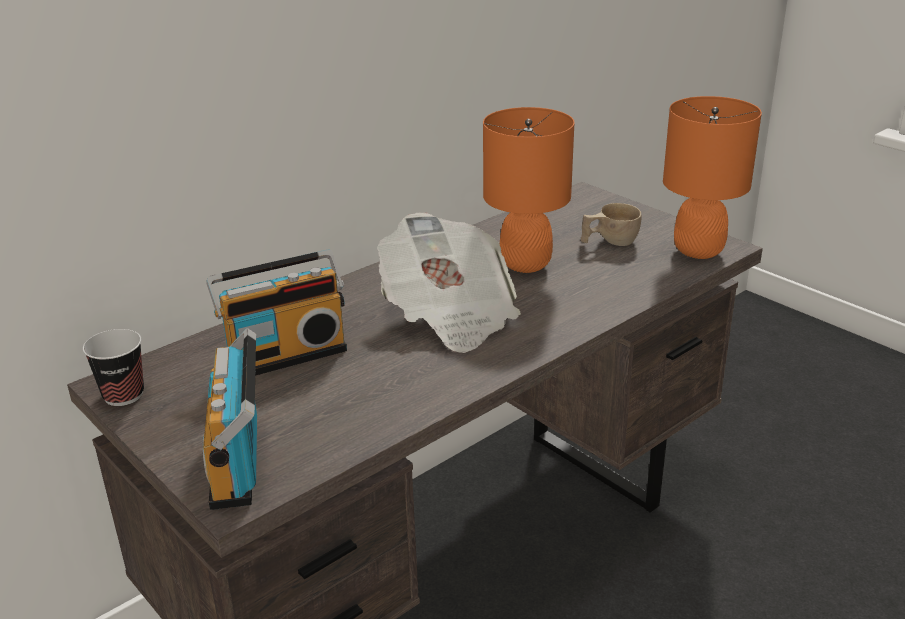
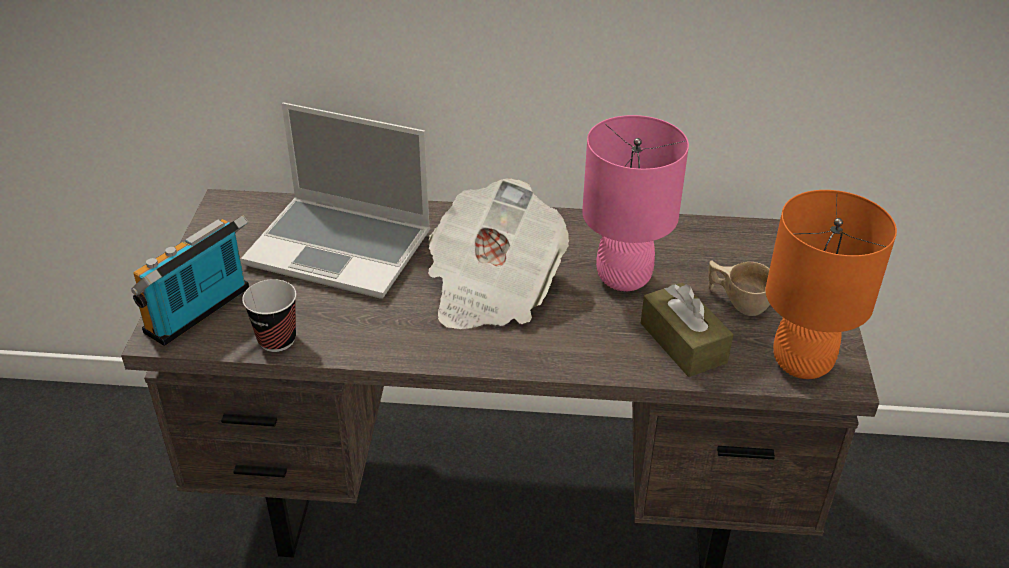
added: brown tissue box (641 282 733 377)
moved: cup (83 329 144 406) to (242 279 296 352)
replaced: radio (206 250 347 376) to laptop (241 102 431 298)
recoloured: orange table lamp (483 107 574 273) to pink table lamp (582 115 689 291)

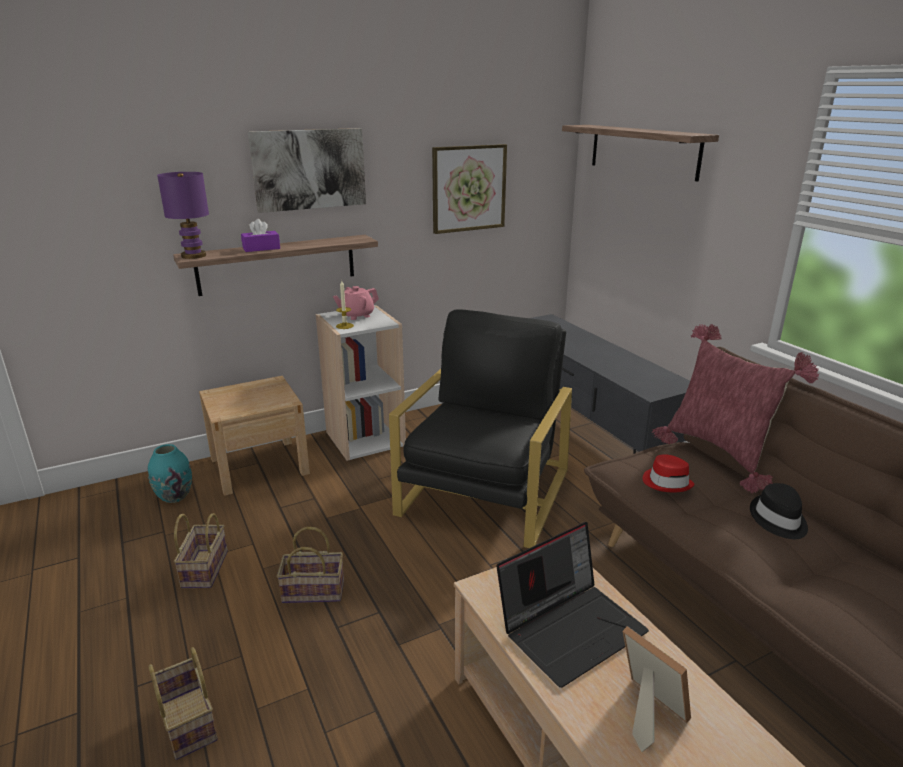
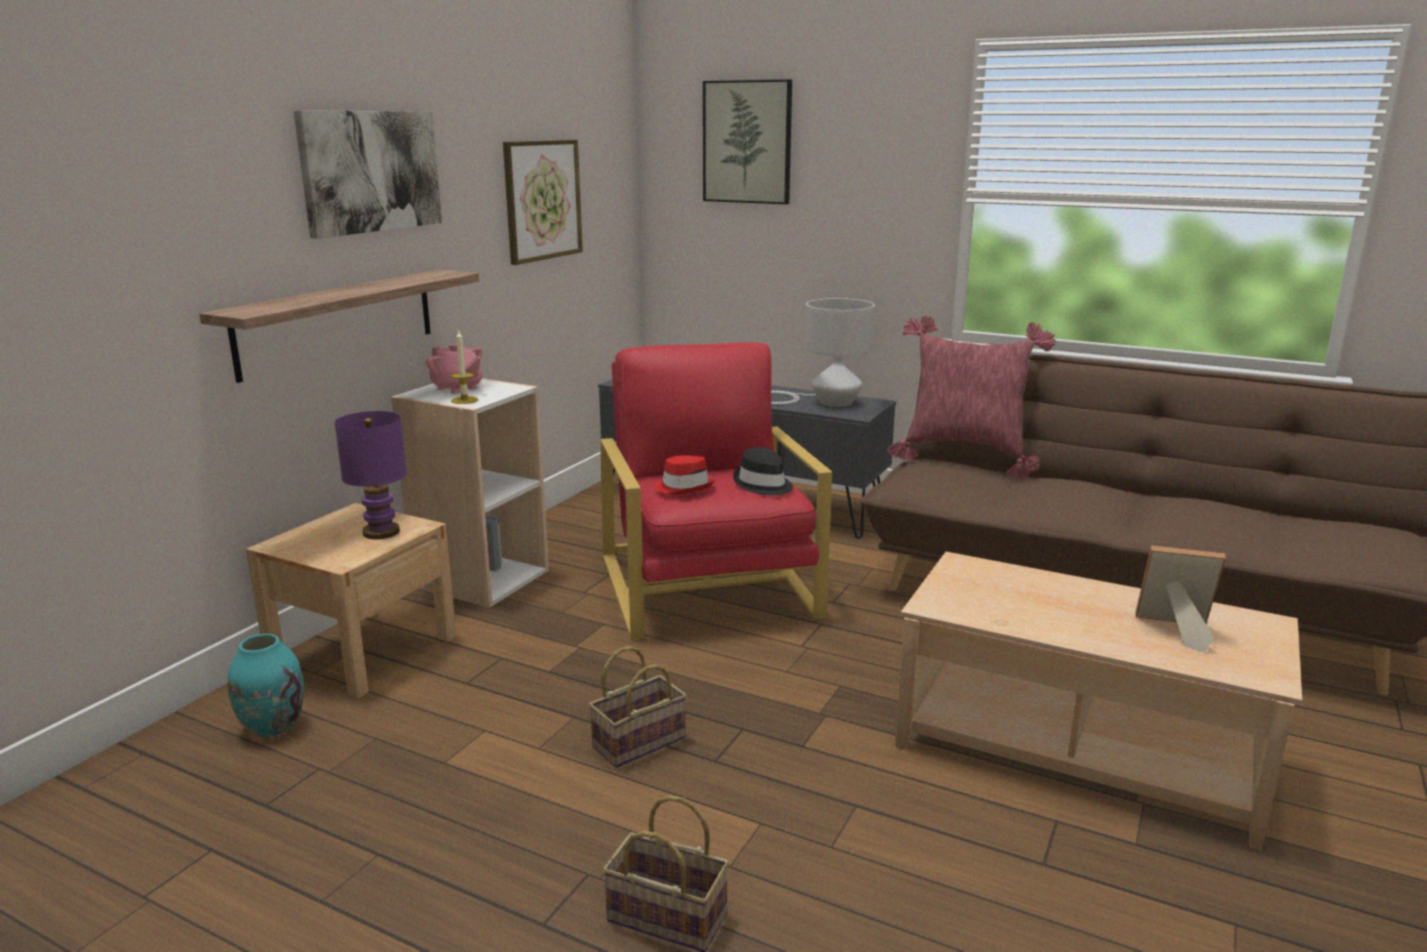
removed: basket (174 513 228 588); purple tissue box (241 219 280 252); laptop (497 522 649 688)
added: grey table lamp (771 298 875 407)
moved: purple table lamp (157 172 209 259) to (334 411 407 539); red hat (643 455 695 492) to (655 455 715 494); black hat (750 483 808 539) to (733 447 793 495)
replaced: shelf (562 125 719 182) to picture (703 79 792 204)
recoloured: black armchair (389 309 572 548) to red armchair (600 343 832 641)
turned: pink teapot (333 286 379 320) = (426 343 483 394) 75 degrees counterclockwise

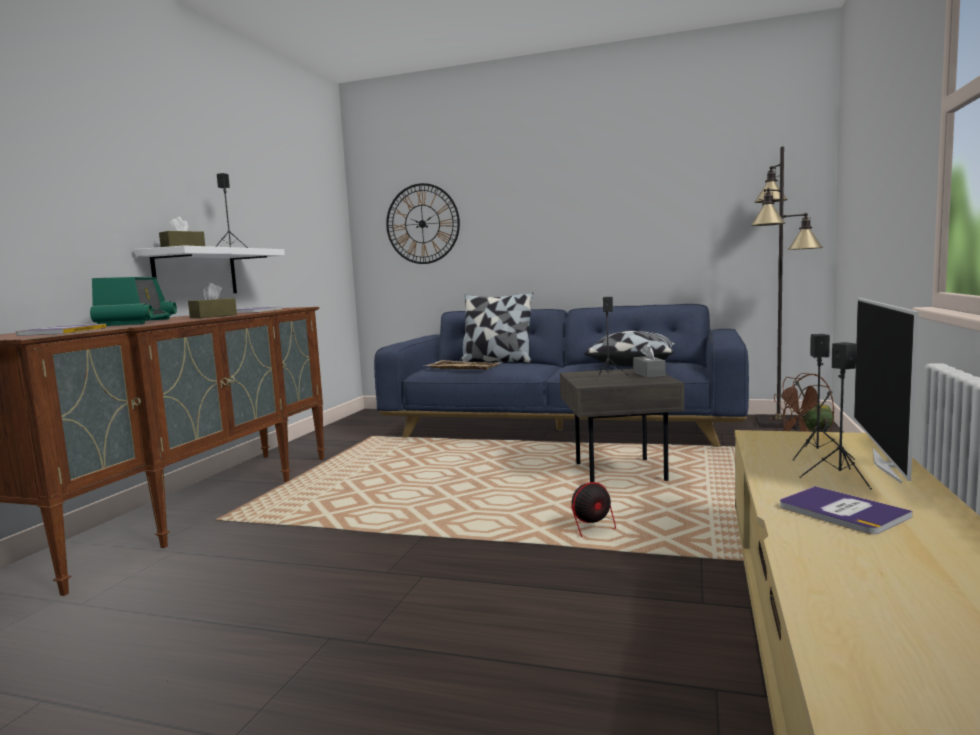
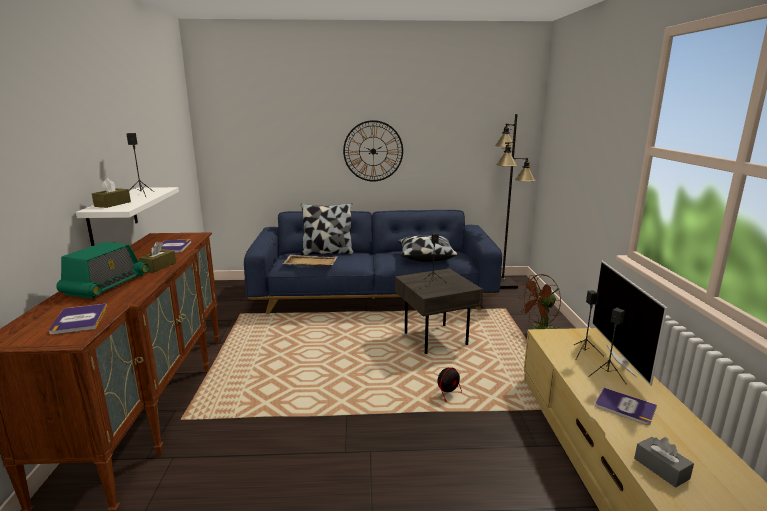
moved: wall clock (386 183 460 264) to (343 120 403 182); grey tissue box (633 344 666 378) to (634 437 694 488)
turned: radio (90 277 177 326) = (56 242 149 299) 45 degrees clockwise

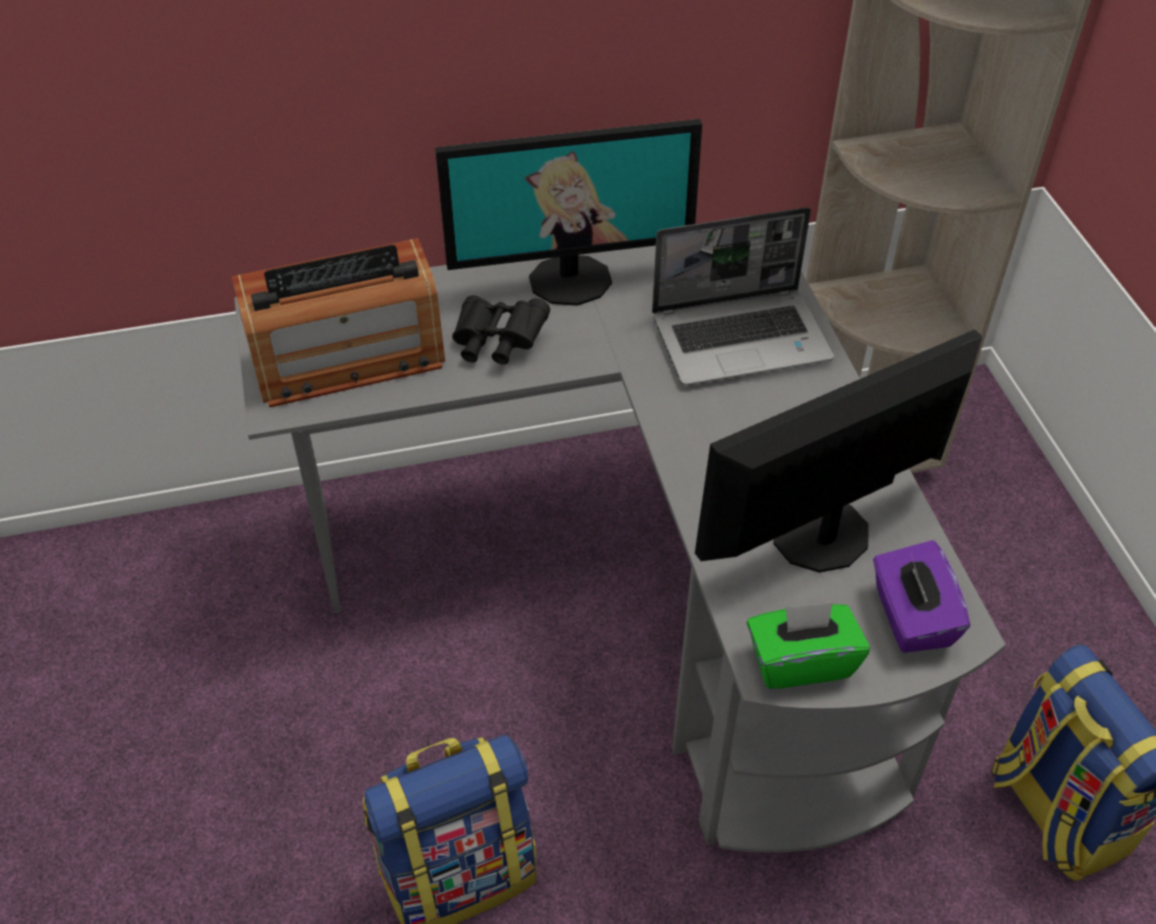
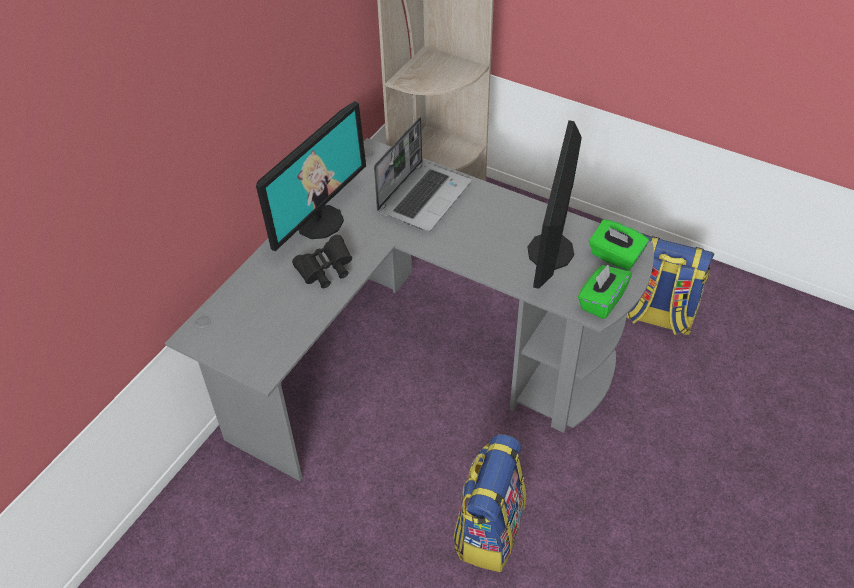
removed: radio (231 238 445 407)
recoloured: purple tissue box (873 540 970 653) to green tissue box (589 219 649 271)

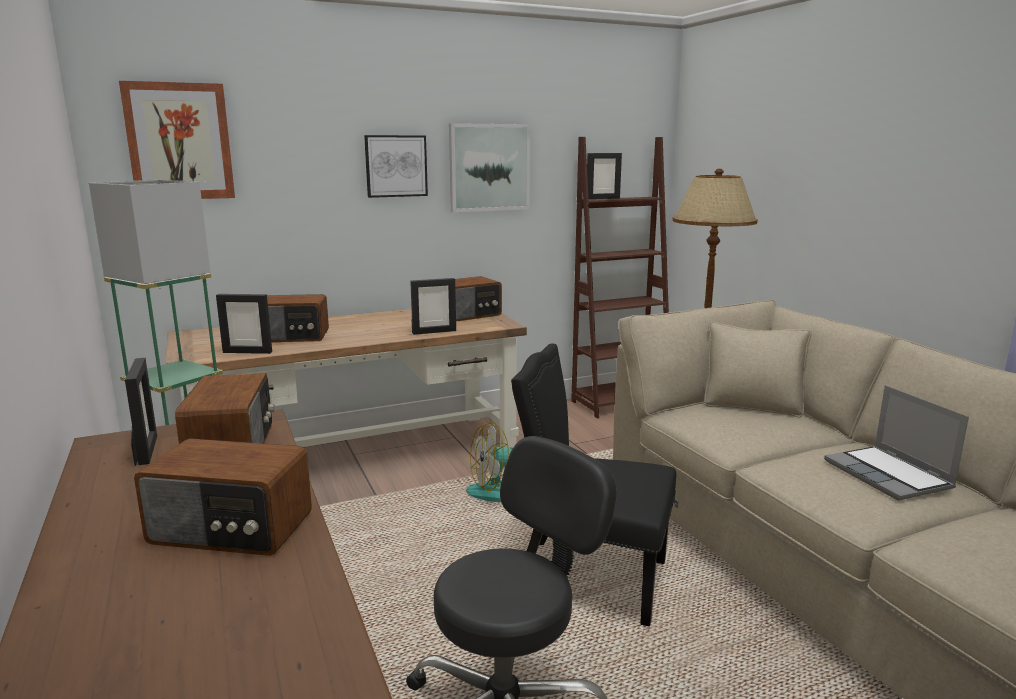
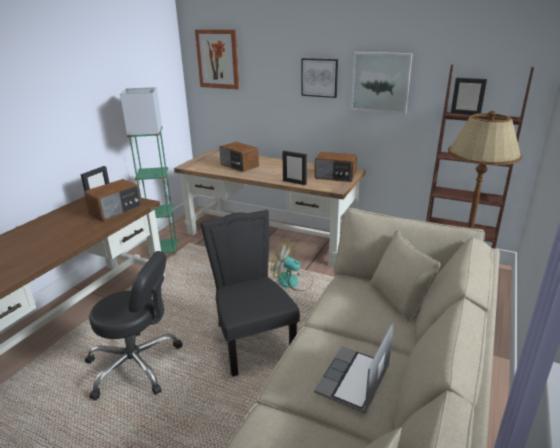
removed: radio (134 438 312 556); picture frame (216 294 272 354)

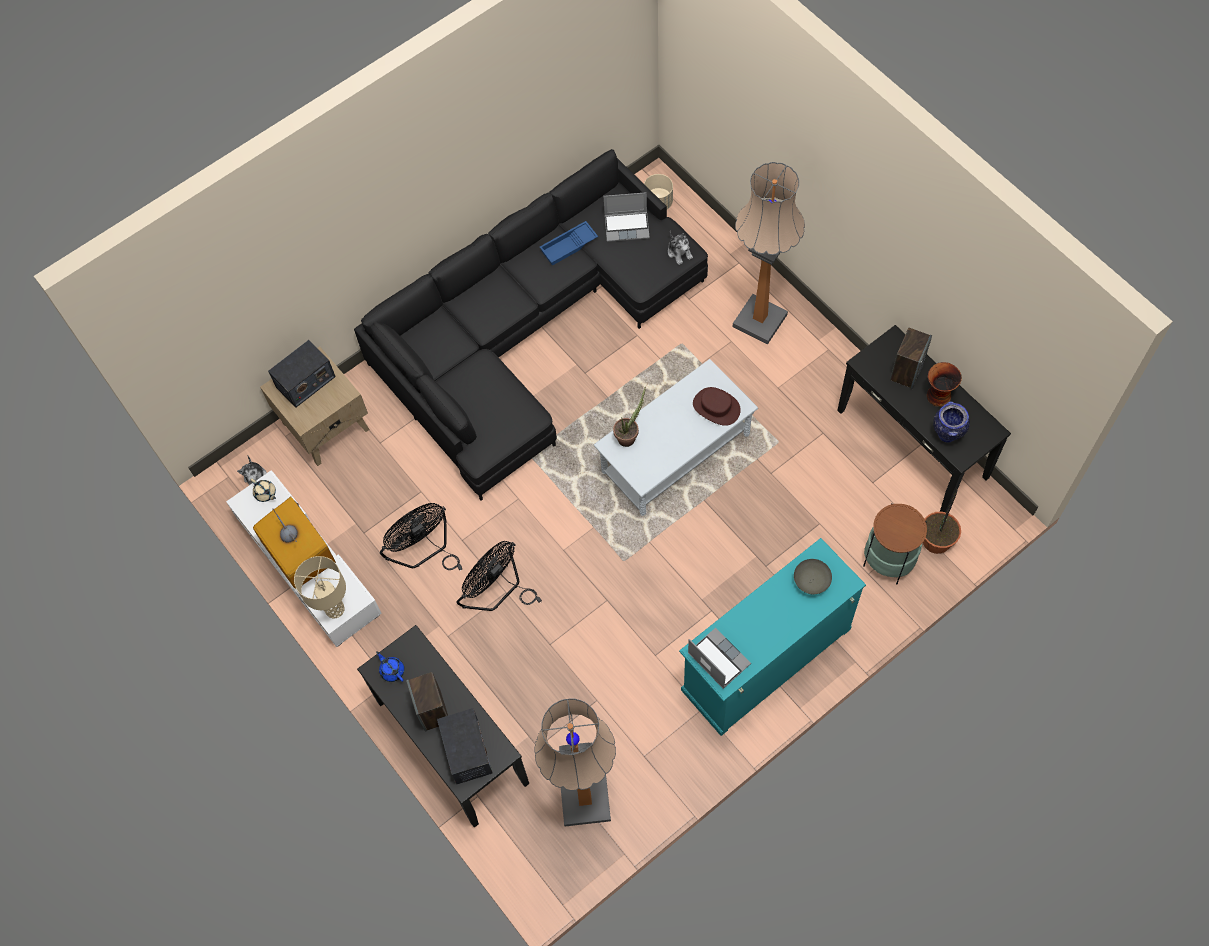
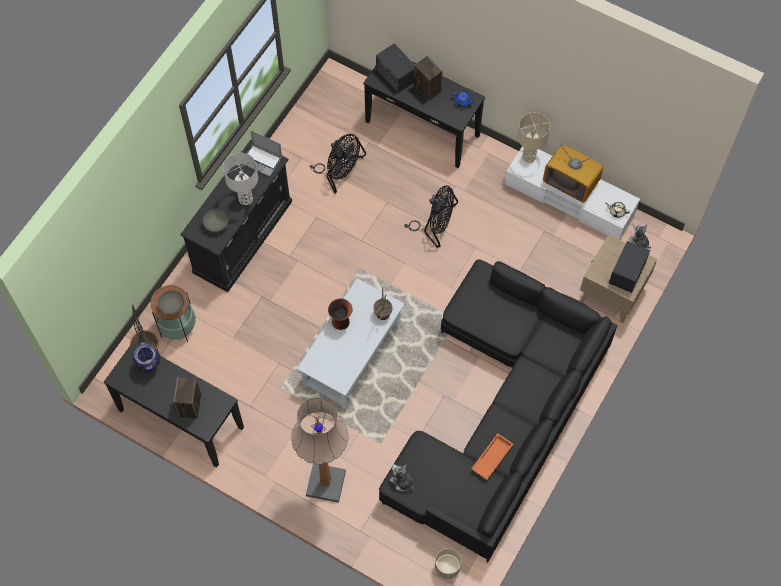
removed: floor lamp (534 698 616 826); laptop (604 192 650 242); brown hat (693 387 741 426)
added: grey bowl (158 291 184 314); white table lamp (223 153 258 205)
moved: black fan (380 503 462 571) to (309 134 366 194); vase (927 362 962 407) to (328 298 353 330)
recoloured: turquoise cabinet (679 538 866 736) to black cabinet (181 140 292 292); blue tray (540 221 598 266) to orange tray (471 434 513 480)

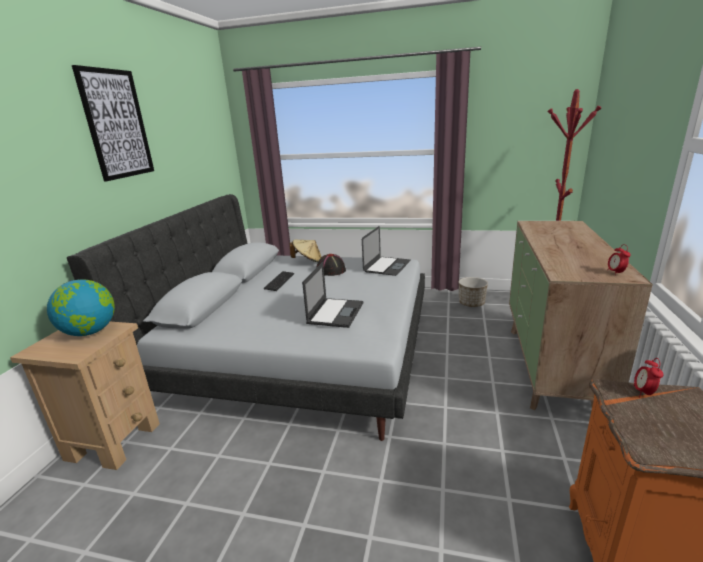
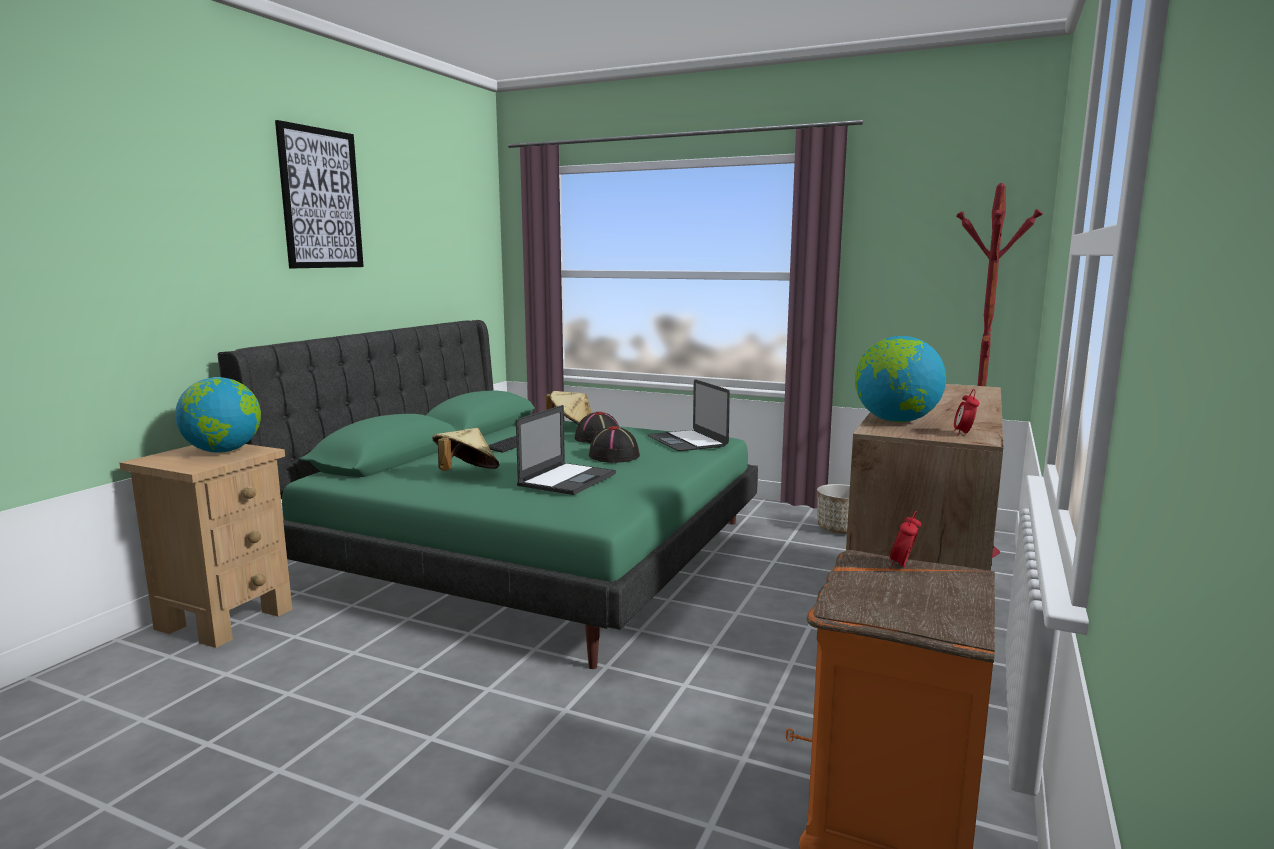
added: beige hat (432 428 499 471); black hat (589 426 640 463); globe (855 336 946 422)
recoloured: grey bed (67 194 425 441) to green bed (218 320 758 669)
turned: laptop (362 226 411 276) = (648 379 730 451) 120 degrees clockwise

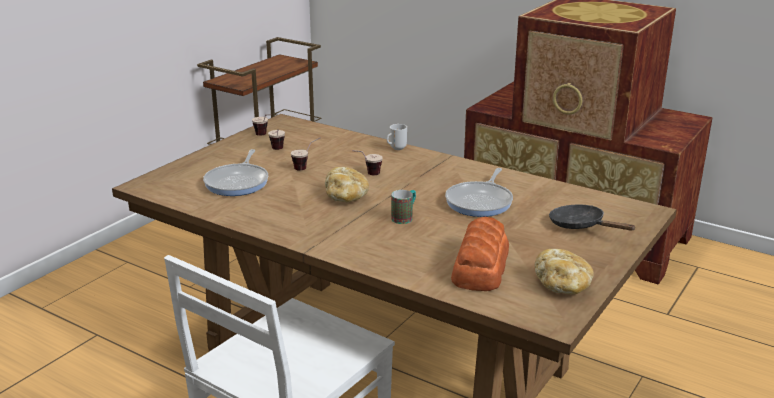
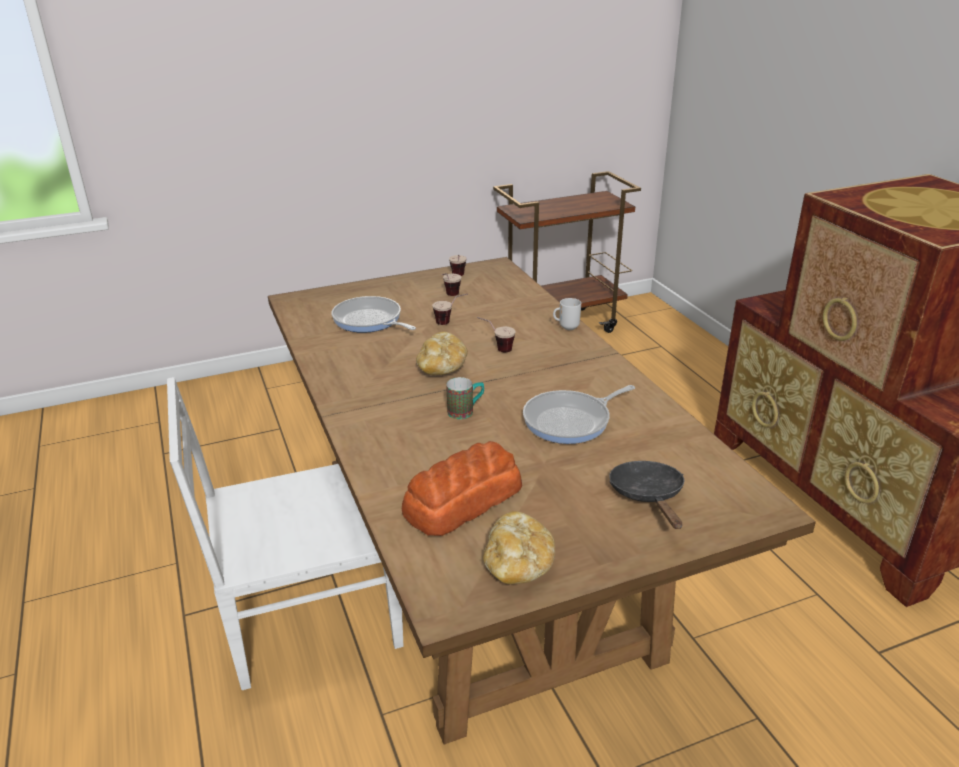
turned: frying pan (203 149 268 196) = (332 296 416 333) 90 degrees clockwise

